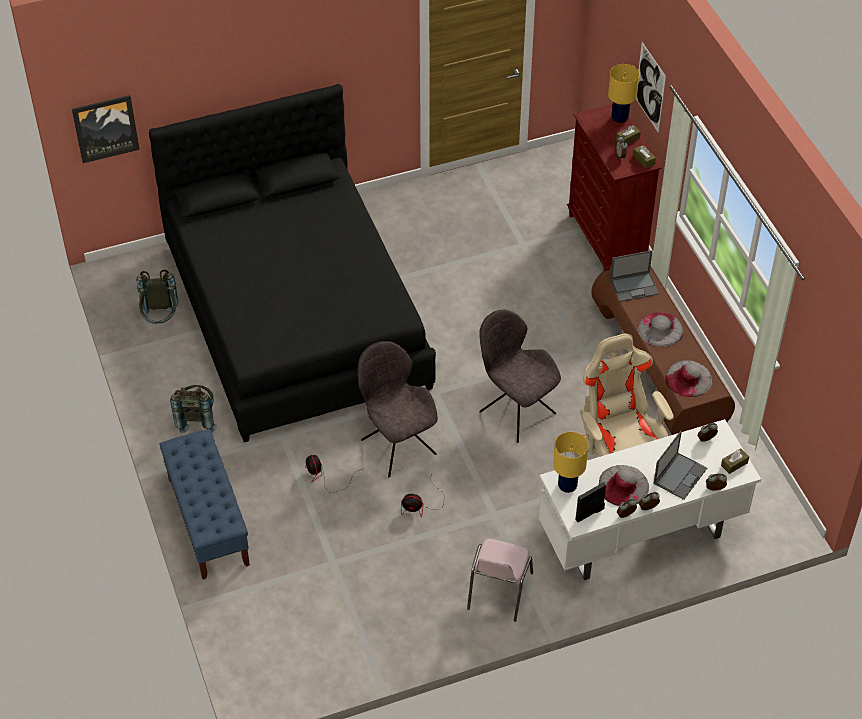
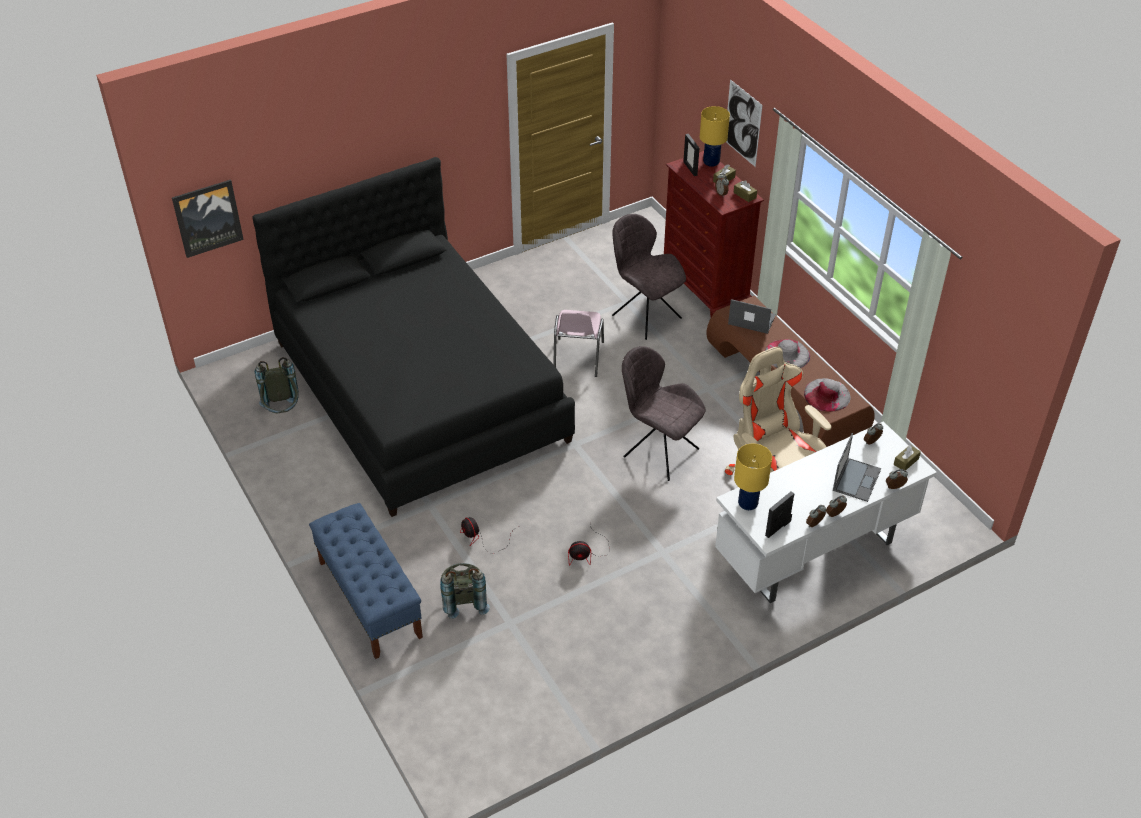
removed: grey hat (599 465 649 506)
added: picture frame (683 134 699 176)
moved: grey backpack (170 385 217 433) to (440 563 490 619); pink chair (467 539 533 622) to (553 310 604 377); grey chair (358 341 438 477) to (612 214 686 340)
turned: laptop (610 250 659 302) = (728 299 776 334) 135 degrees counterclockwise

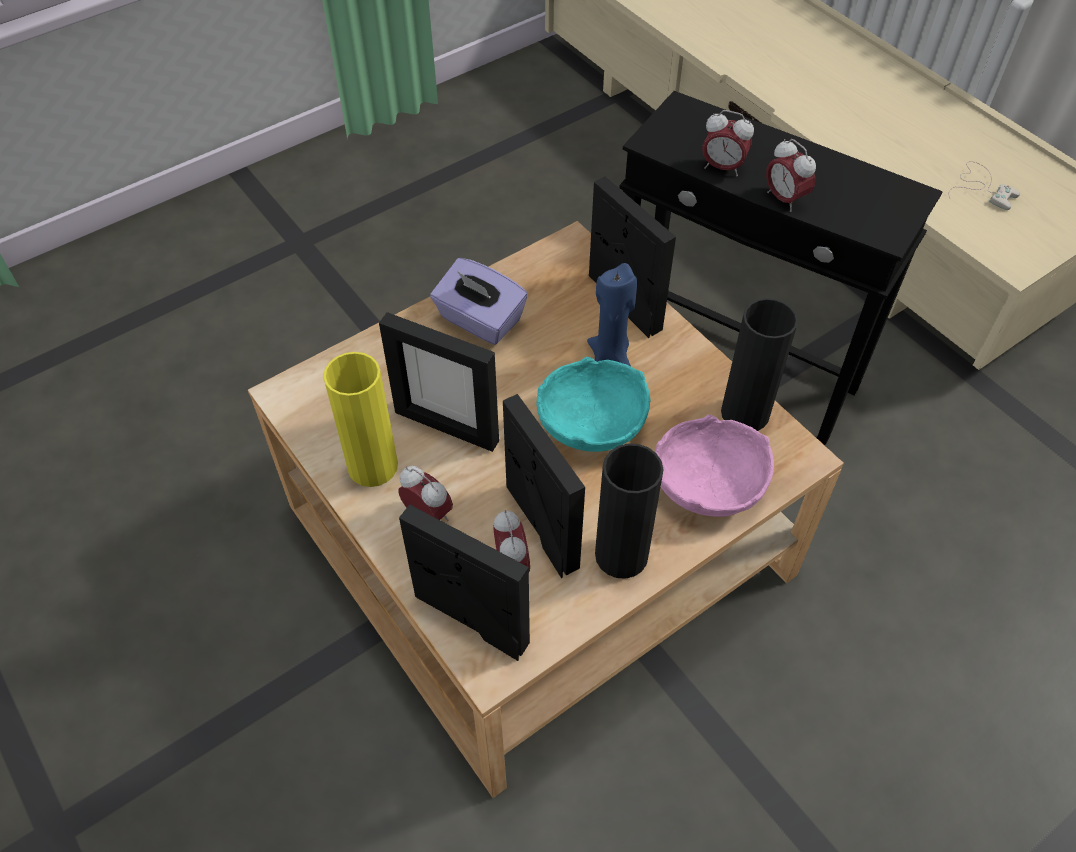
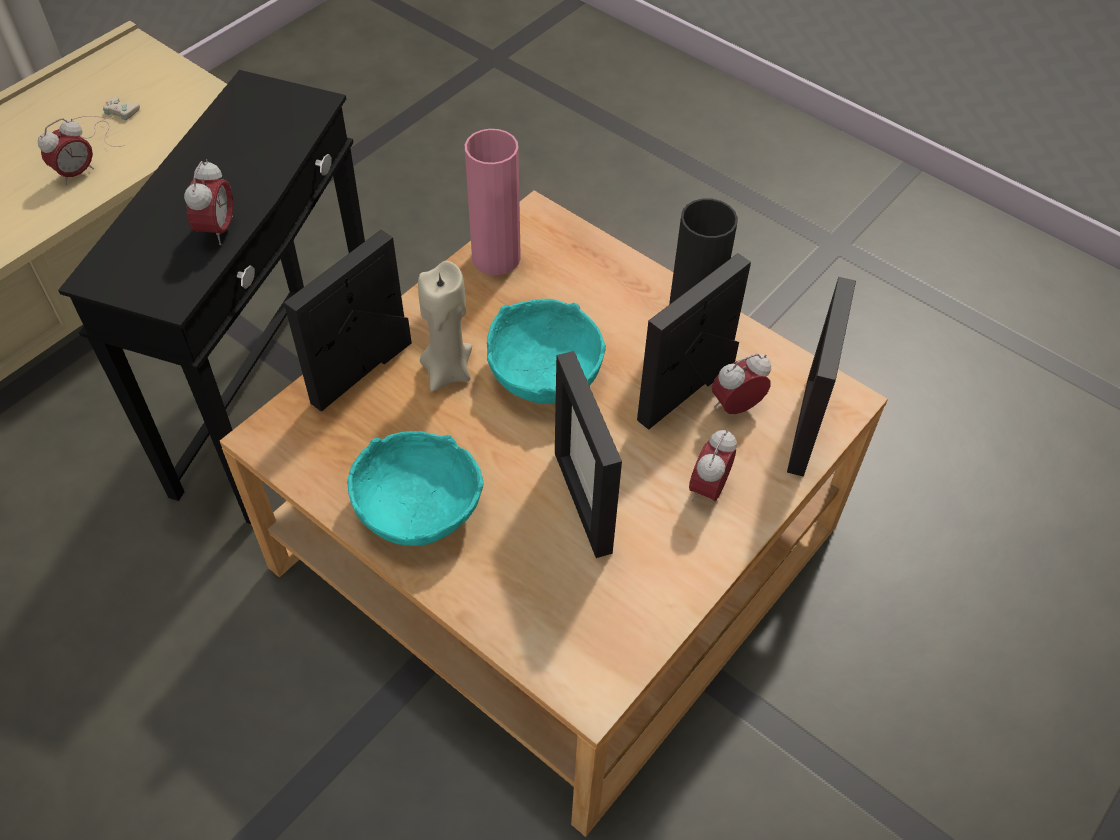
removed: yellow vase (323 352 398 487); pink bowl (655 415 774 517)
moved: alarm clock (766 139 816 212) to (38 118 94 185)
replaced: purple tissue box (430 258 528 345) to turquoise bowl (347 431 484 546)
recoloured: blue candle (587 263 637 366) to beige candle (418 261 472 392); black vase (721 298 798 431) to pink vase (465 129 521 275)
turned: picture frame (379 312 499 452) = (555 351 622 558) 150 degrees clockwise

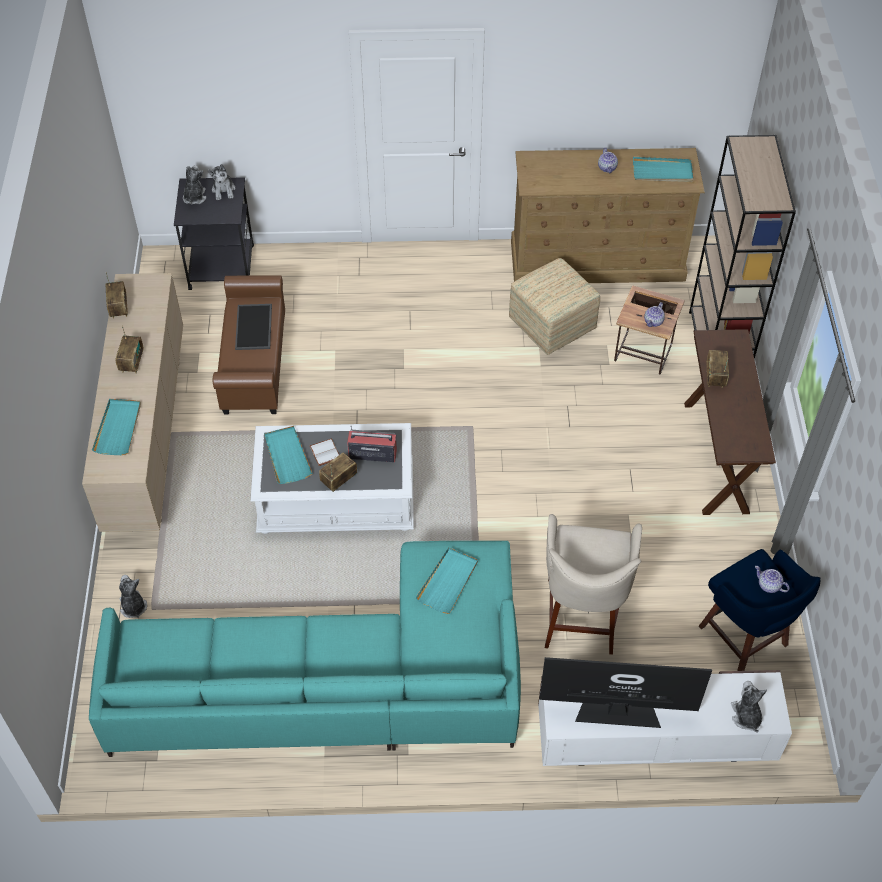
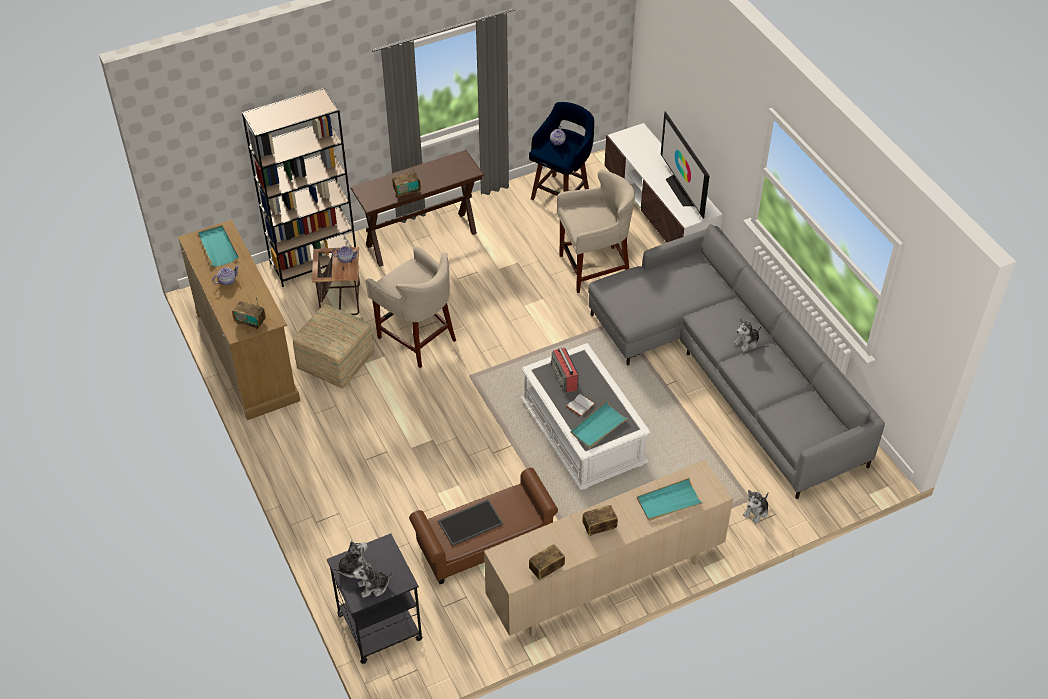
removed: turquoise tray (416 547 478 614)
added: beige stool (366 246 456 368)
moved: radio (319 453 357 492) to (232 297 266 330); plush toy (731 681 767 733) to (733 318 762 352)
recoloured: turquoise sofa (89 541 521 757) to grey sofa (588 224 885 499)

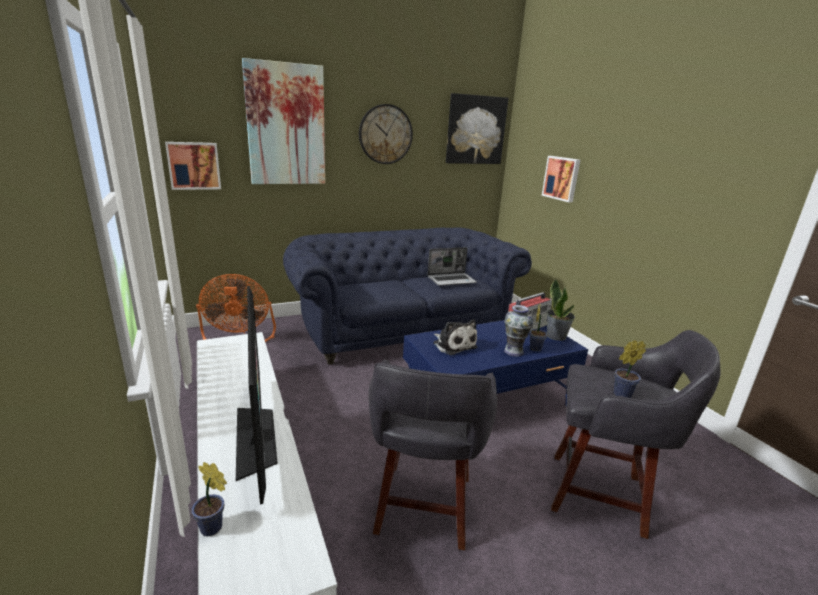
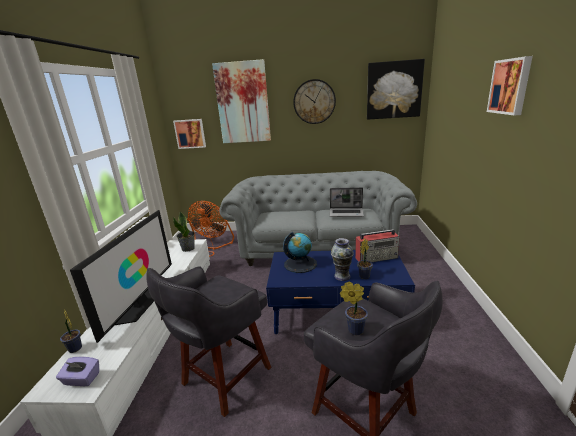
added: purple tissue box (56 357 99 386)
moved: potted plant (547 278 575 341) to (173 211 195 252); picture (542 156 580 202) to (487 56 533 115)
replaced: plush toy (433 319 478 355) to globe (283 232 317 273)
recoloured: blue sofa (283 228 532 365) to grey sofa (219 171 417 266)

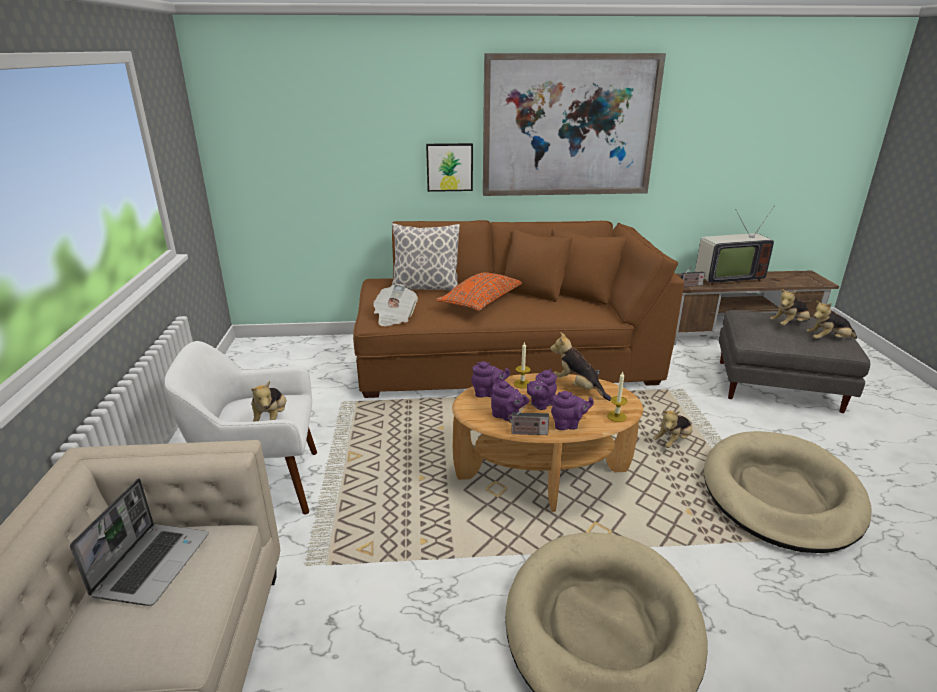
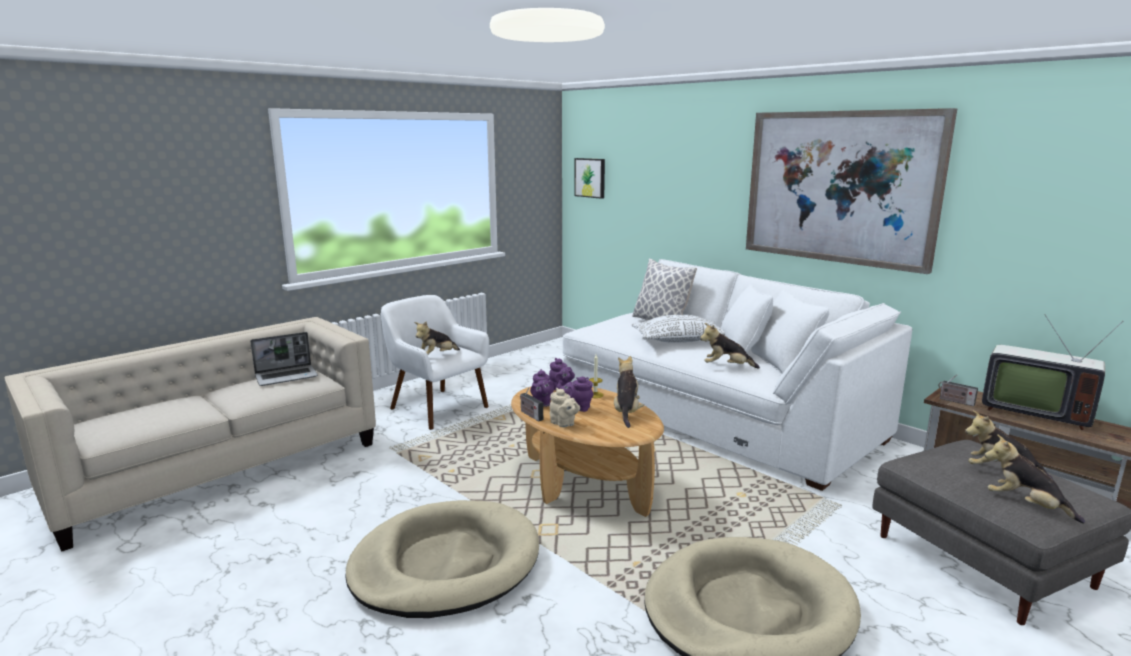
removed: newspaper (373 284 418 326); candle (607 372 627 422)
moved: picture (426 143 473 192) to (574 158 605 199); plush toy (653 410 692 448) to (700 323 760 369)
recoloured: purple teapot (551 391 594 430) to beige teapot (550 388 580 427); brown sofa (353 220 684 398) to white sofa (562 259 912 491); orange pillow (437 272 522 311) to white pillow (631 315 725 343)

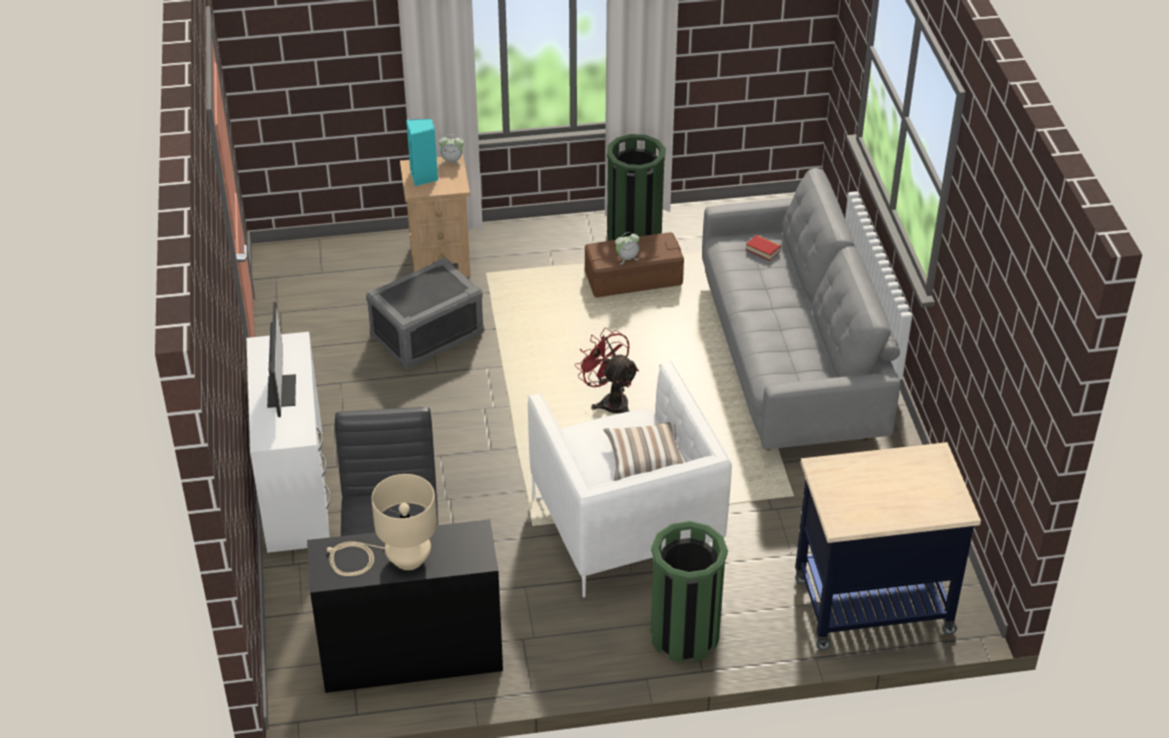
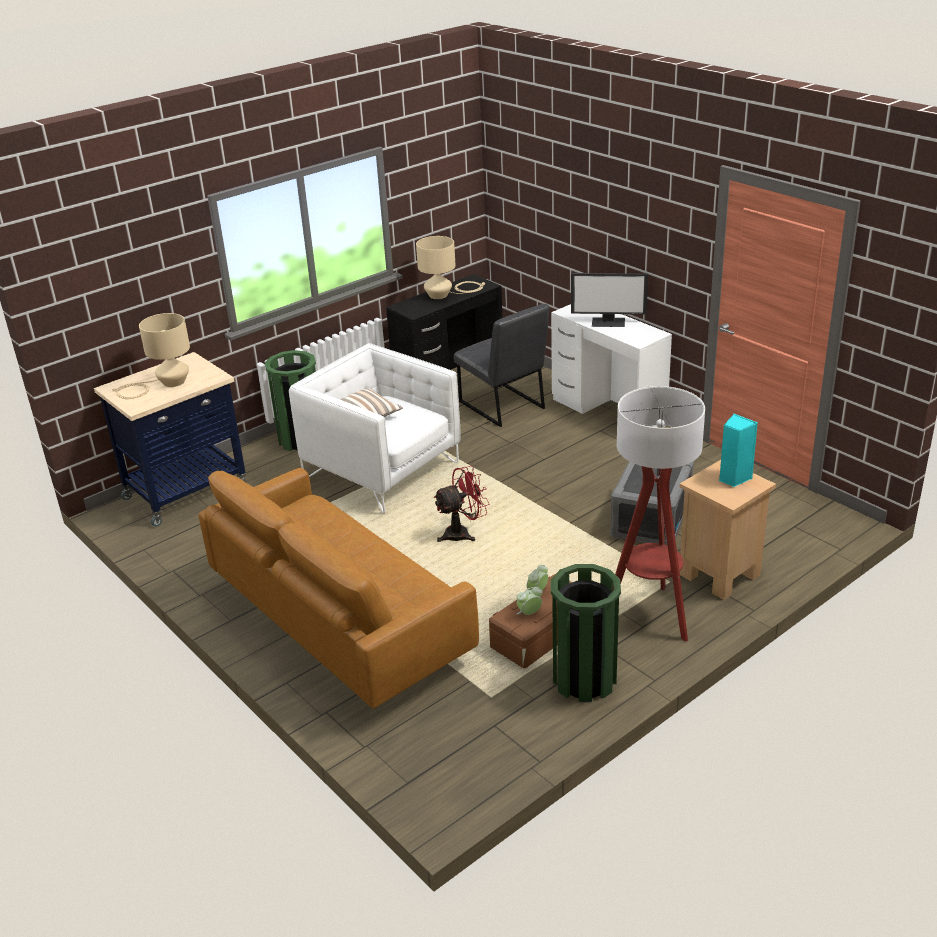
removed: book (746 235 781 261)
added: beige table lamp (112 313 190 399); floor lamp (613 386 705 642)
moved: alarm clock (438 134 464 165) to (517 587 542 615)
recoloured: grey sofa (702 168 901 450) to brown sofa (199 468 479 709)
turned: red fan (575 328 639 413) = (433 465 490 542) 45 degrees counterclockwise; monitor (267 302 296 417) = (571 273 648 327) 45 degrees counterclockwise

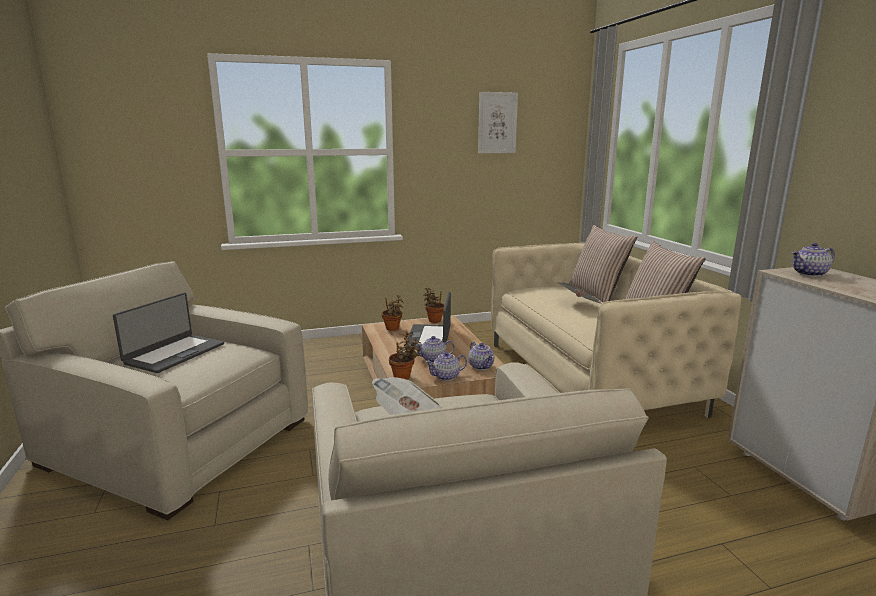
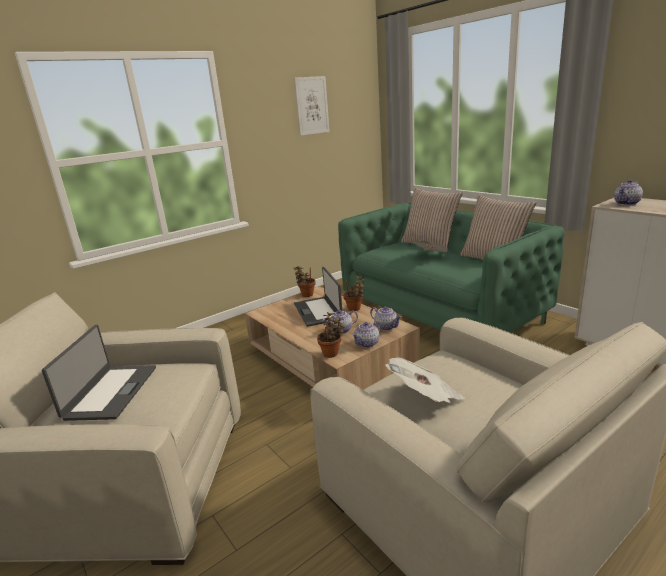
moved: potted plant (382 295 404 331) to (343 276 365 311)
recoloured: beige sofa (491 243 741 418) to green sofa (338 203 565 333)

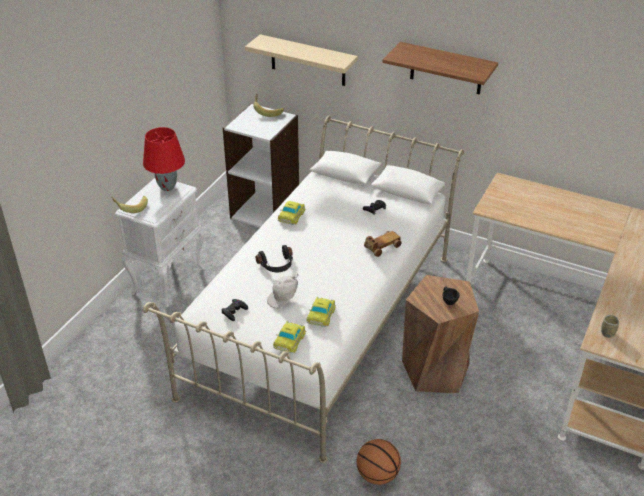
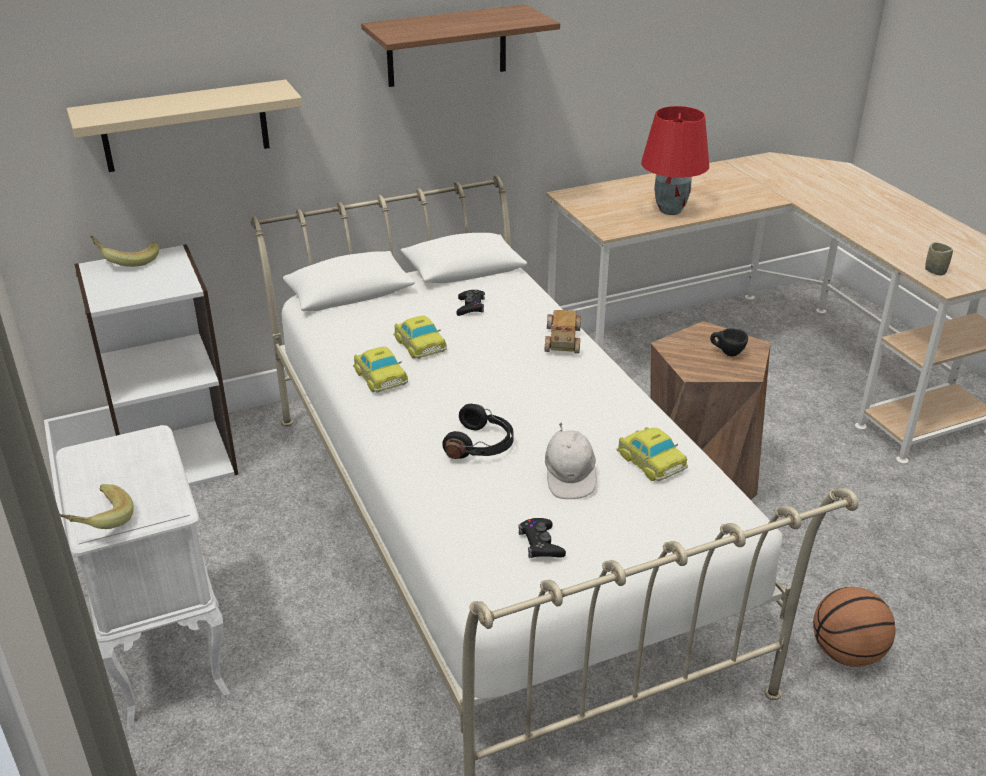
moved: toy car (273 321 306 353) to (393 315 447 359); red table lamp (143 127 185 191) to (641 106 709 215)

